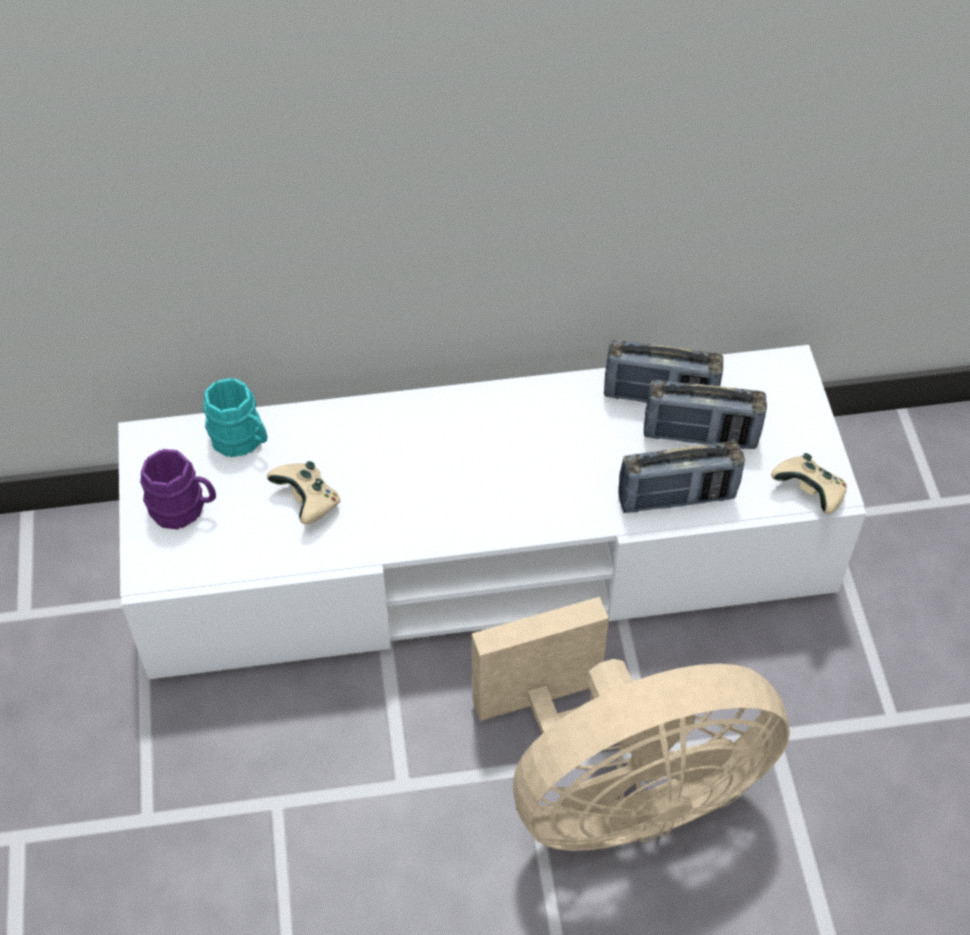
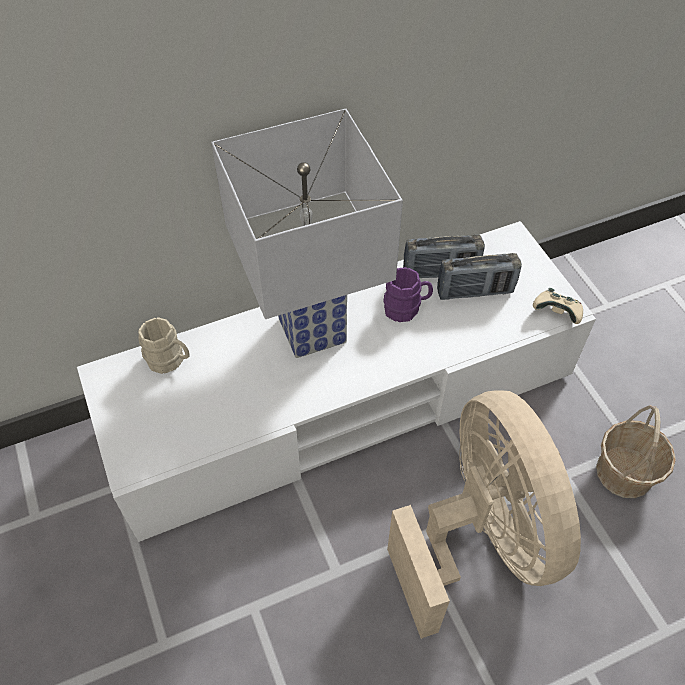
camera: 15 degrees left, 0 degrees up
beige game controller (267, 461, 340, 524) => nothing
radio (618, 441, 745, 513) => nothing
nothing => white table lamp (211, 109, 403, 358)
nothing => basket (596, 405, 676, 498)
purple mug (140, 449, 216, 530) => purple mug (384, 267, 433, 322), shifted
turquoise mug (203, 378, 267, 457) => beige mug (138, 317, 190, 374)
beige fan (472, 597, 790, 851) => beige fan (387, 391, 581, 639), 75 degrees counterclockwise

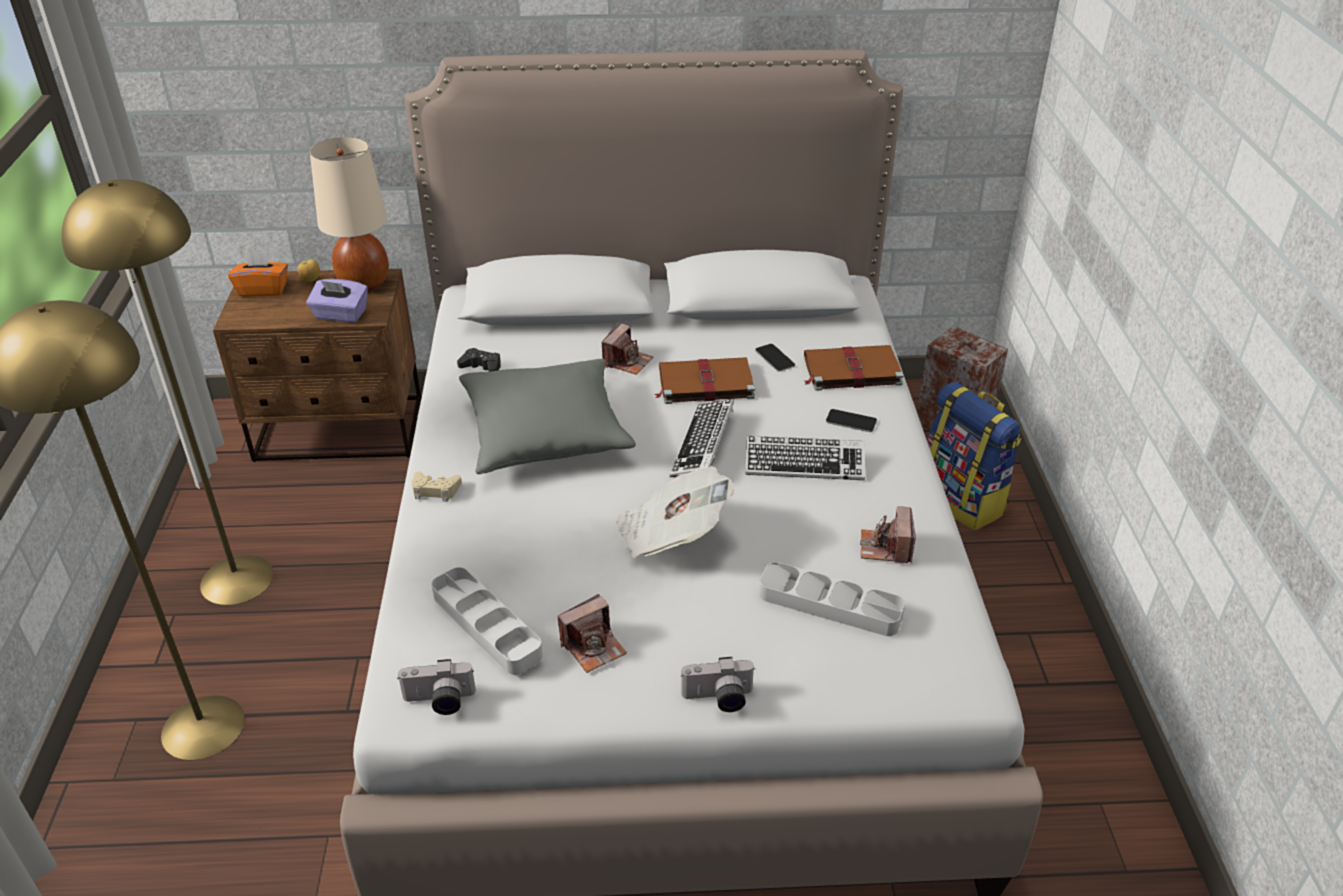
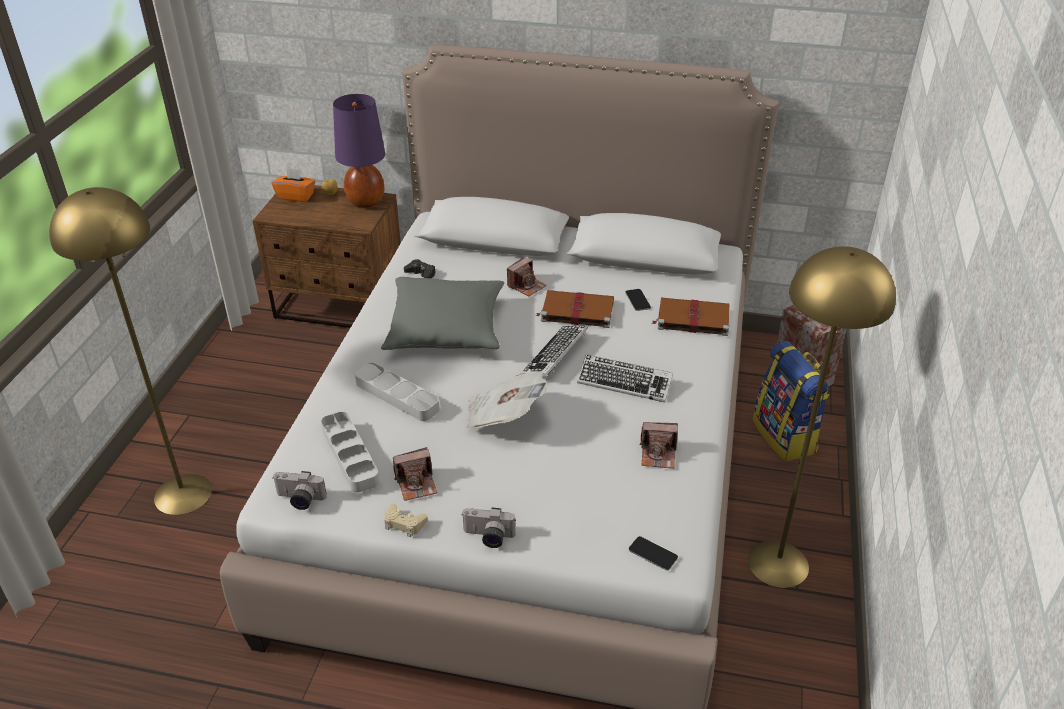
camera: 15 degrees right, 0 degrees up
purple tissue box (306, 279, 368, 323) => nothing
yellow floor lamp (61, 179, 273, 605) => yellow floor lamp (748, 246, 896, 588), shifted
beige game controller (412, 472, 462, 502) => beige game controller (384, 504, 428, 537), shifted
grey tray (759, 562, 905, 636) => grey tray (355, 363, 440, 421), shifted
phone (826, 409, 877, 432) => phone (629, 536, 678, 570), shifted
beige table lamp (310, 137, 389, 291) => purple table lamp (333, 94, 385, 208)
photo camera (860, 506, 916, 563) => photo camera (640, 422, 678, 469), 105 degrees counterclockwise

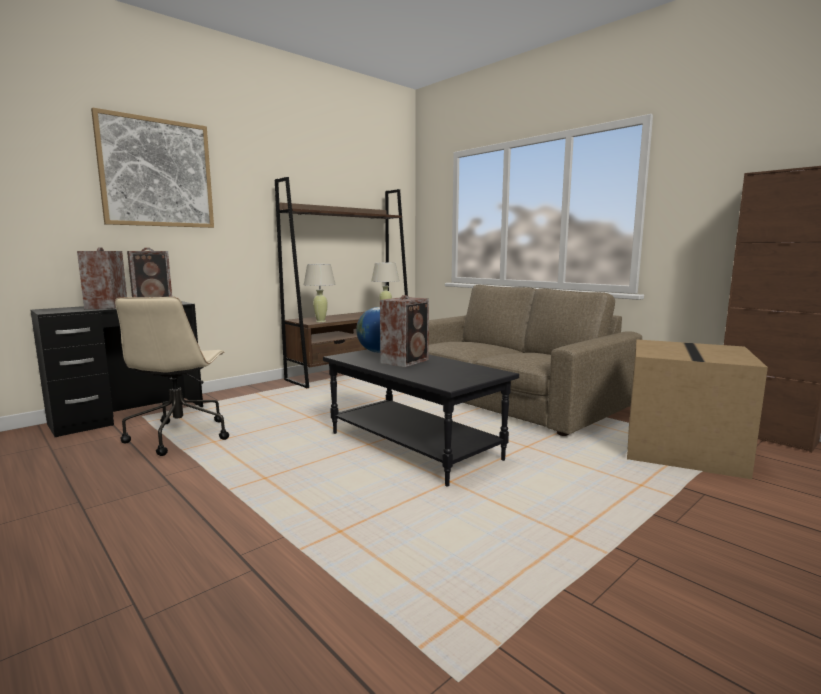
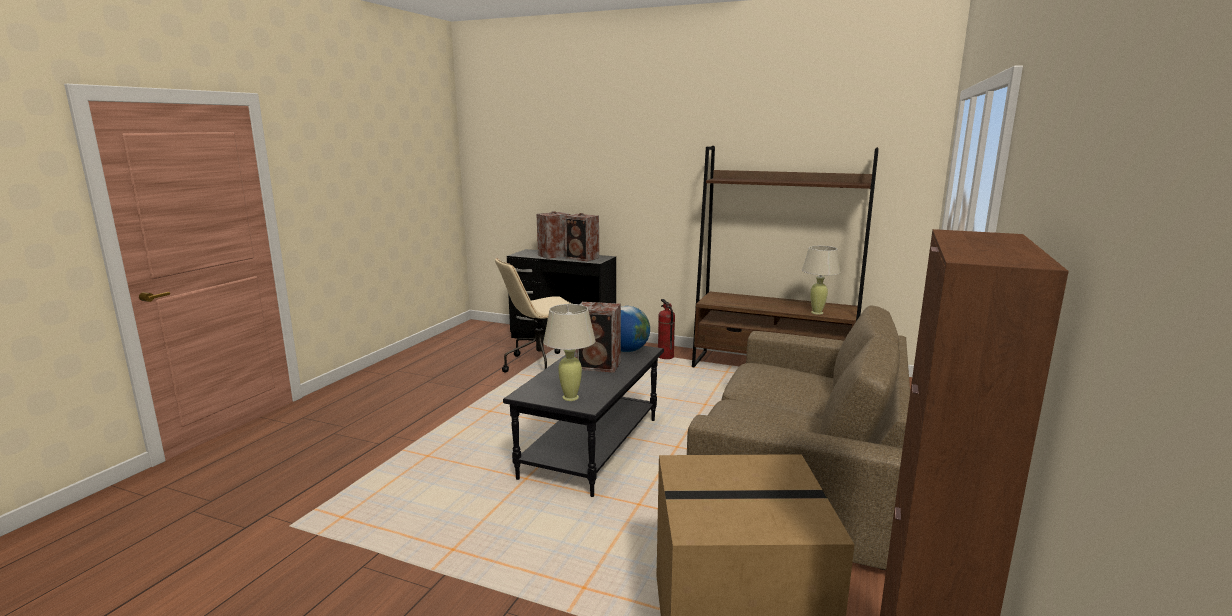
camera: 65 degrees right, 5 degrees up
picture (91, 107, 214, 228) => nothing
nothing => fire extinguisher (658, 299, 675, 359)
beige table lamp (304, 264, 336, 322) => beige table lamp (543, 304, 596, 401), shifted

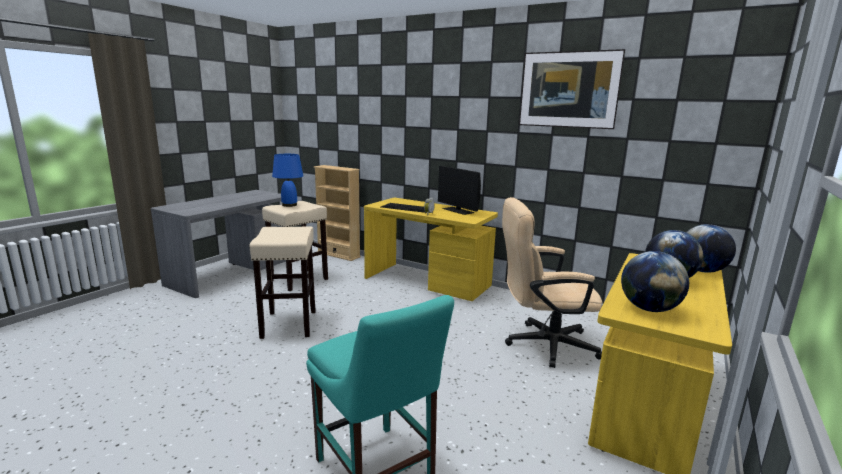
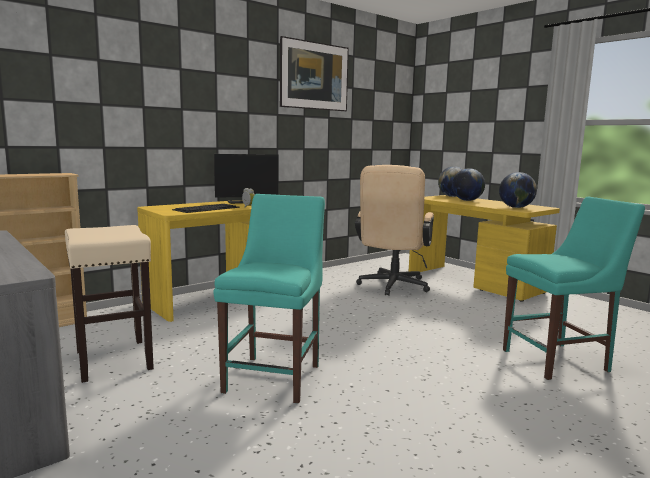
camera: 70 degrees left, 5 degrees down
blue table lamp (272, 154, 303, 207) => nothing
beige stool (249, 226, 316, 339) => turquoise chair (214, 194, 325, 404)

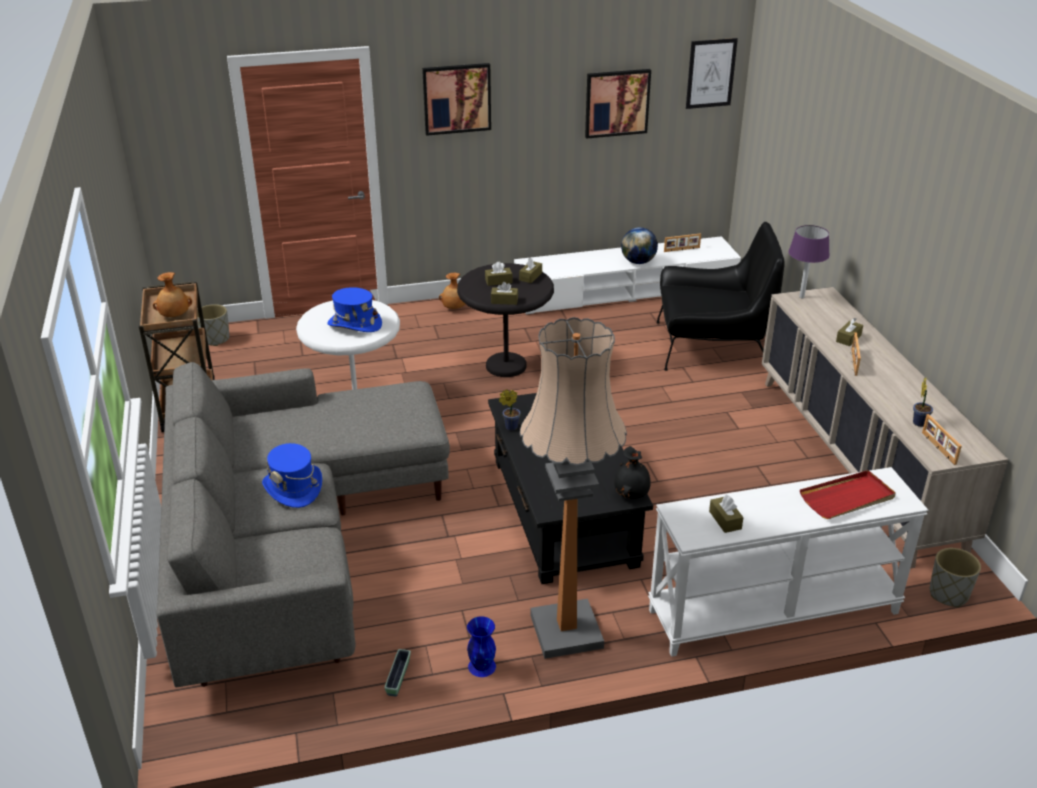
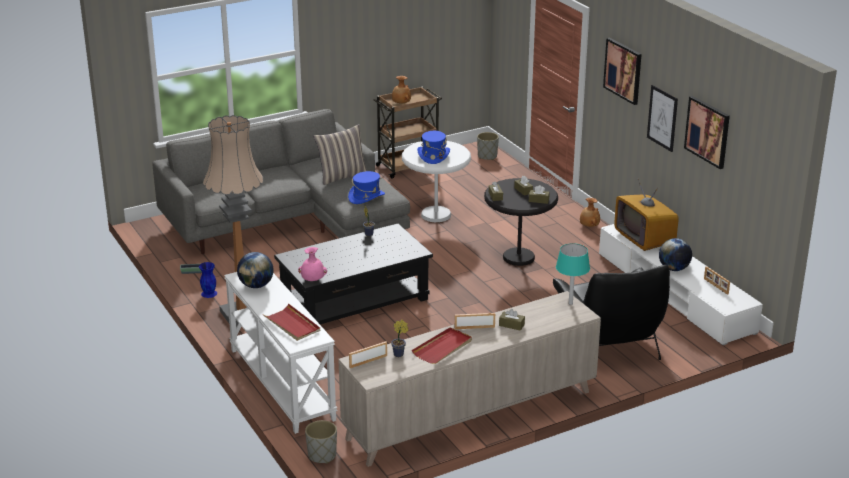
camera: 75 degrees right, 5 degrees down
nothing => pillow (313, 124, 367, 185)
nothing => red tray (412, 327, 472, 364)
nothing => television (614, 179, 679, 251)
blue hat (262, 443, 322, 508) => blue hat (348, 171, 385, 204), shifted
picture (686, 38, 738, 109) => picture (647, 85, 678, 152), shifted
brown tissue box (709, 494, 744, 533) => globe (237, 252, 274, 288)
black vase (614, 446, 651, 498) => pink vase (298, 247, 327, 281)
purple table lamp (788, 225, 830, 298) => turquoise table lamp (556, 243, 590, 305)

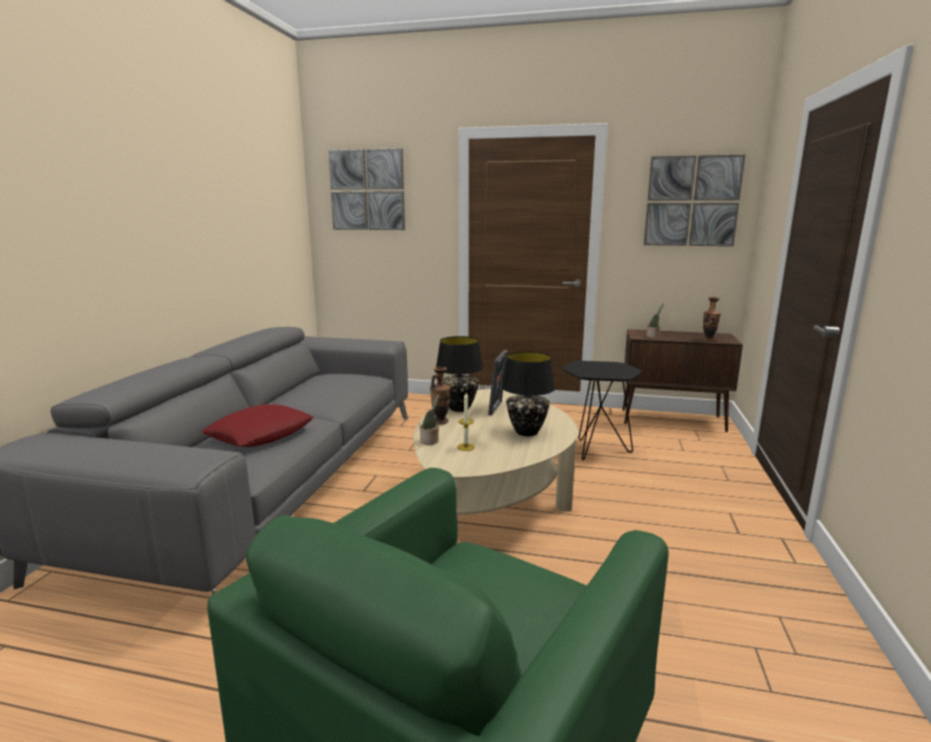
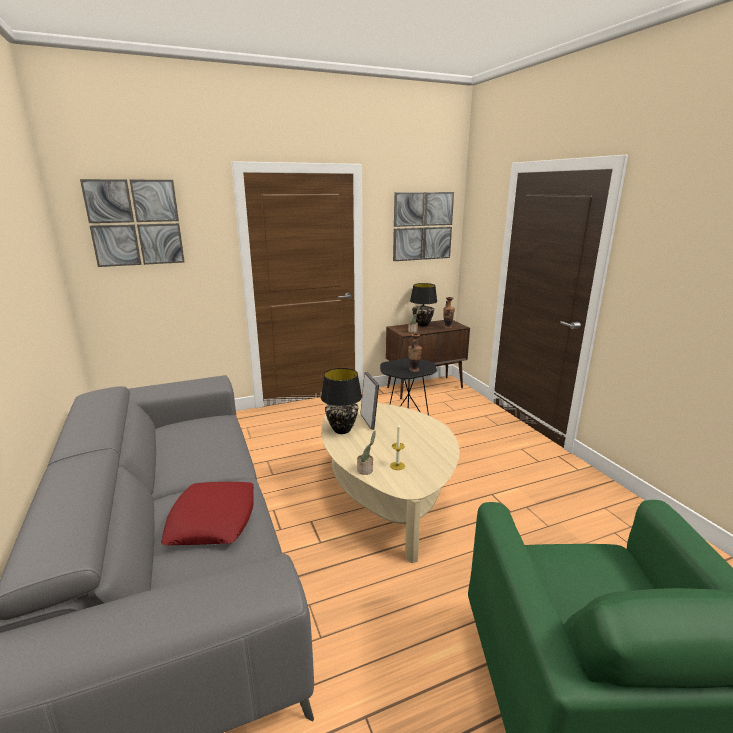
camera: 35 degrees left, 5 degrees up
vase (430, 367, 451, 425) => vase (408, 334, 422, 372), shifted
black table lamp (502, 351, 555, 436) => black table lamp (410, 283, 437, 327), shifted

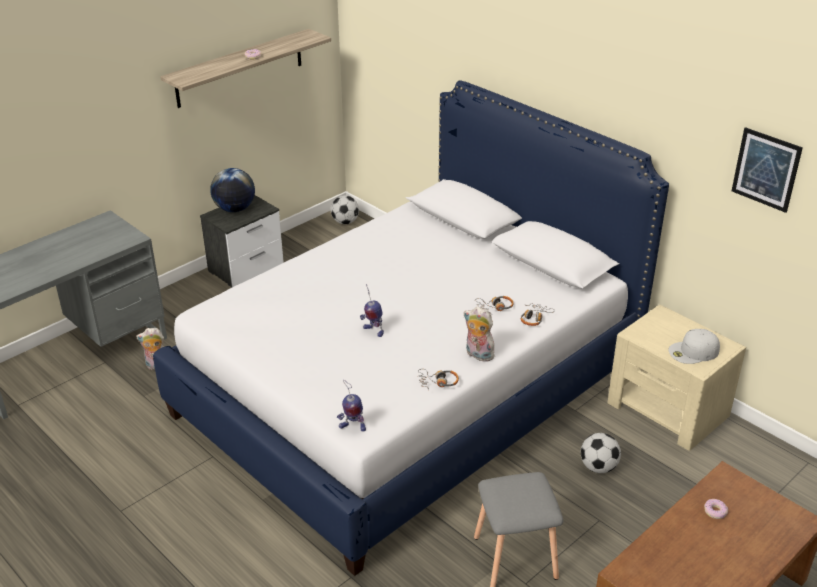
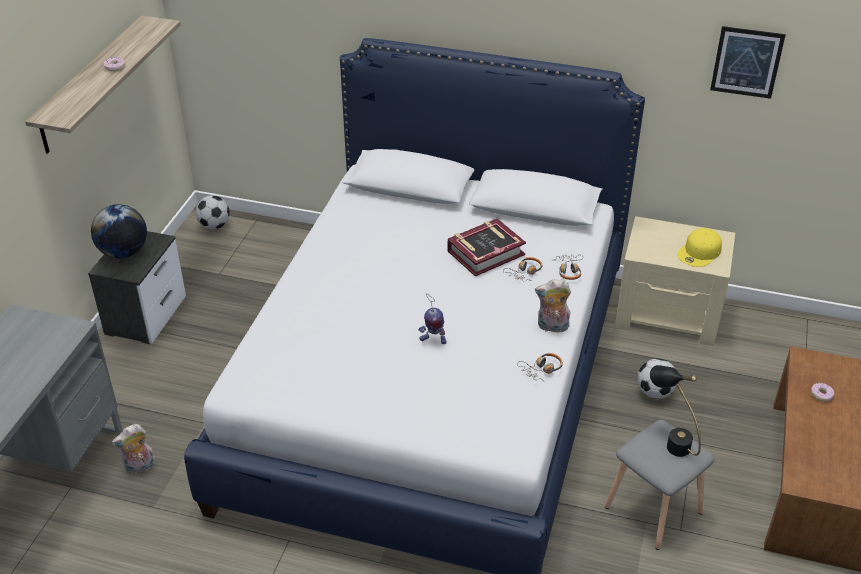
camera: 30 degrees left, 5 degrees up
toy robot (337, 380, 366, 432) => nothing
nothing => book (448, 219, 526, 276)
nothing => black table lamp (650, 365, 701, 457)
white cap (669, 329, 720, 364) => yellow cap (677, 228, 722, 267)

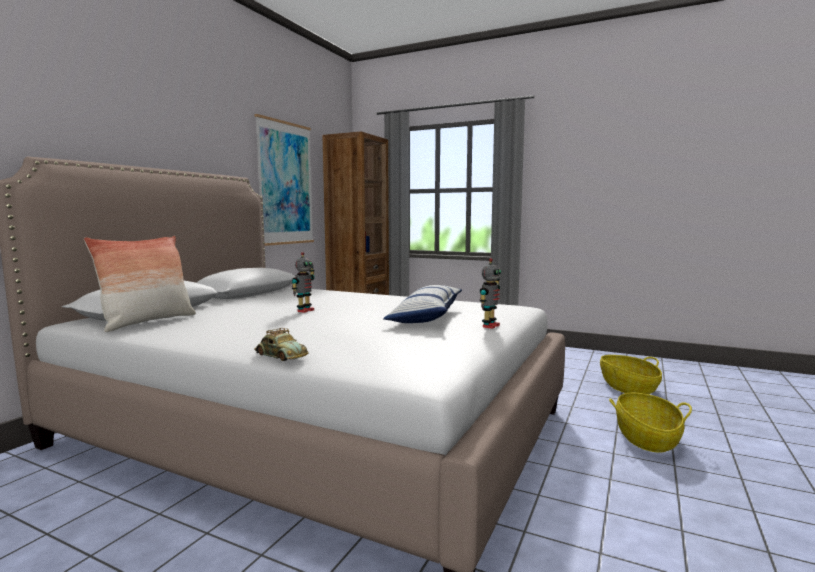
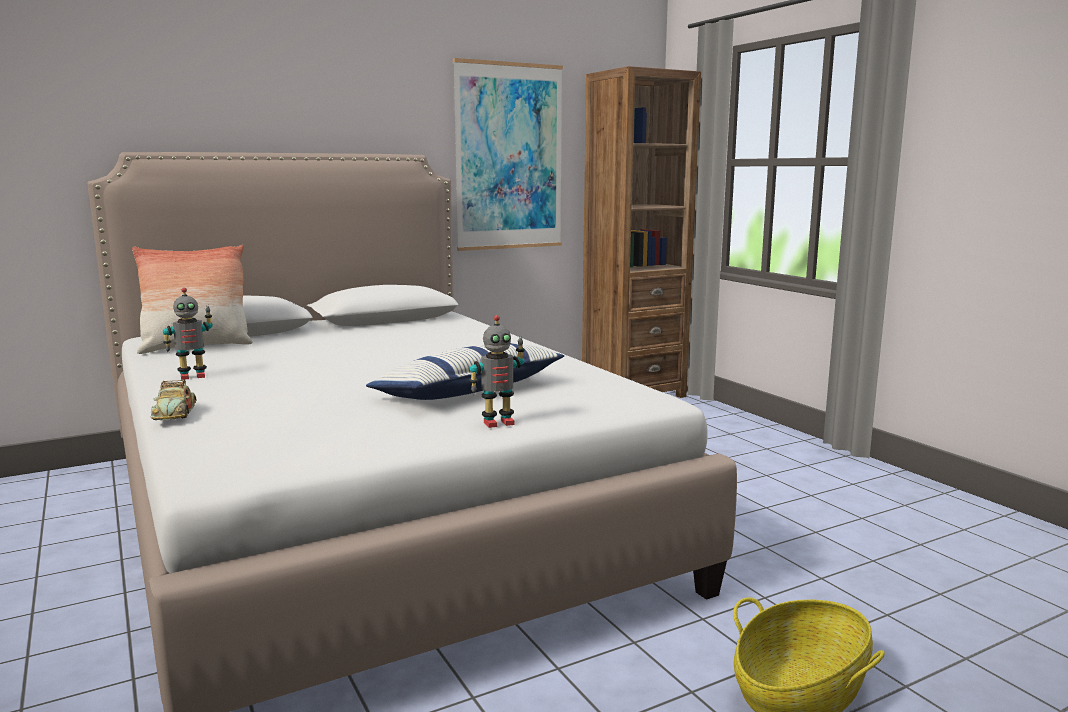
camera: 35 degrees right, 5 degrees up
basket (600, 355, 662, 394) => nothing
toy robot (292, 252, 315, 313) => toy robot (163, 288, 213, 380), shifted

